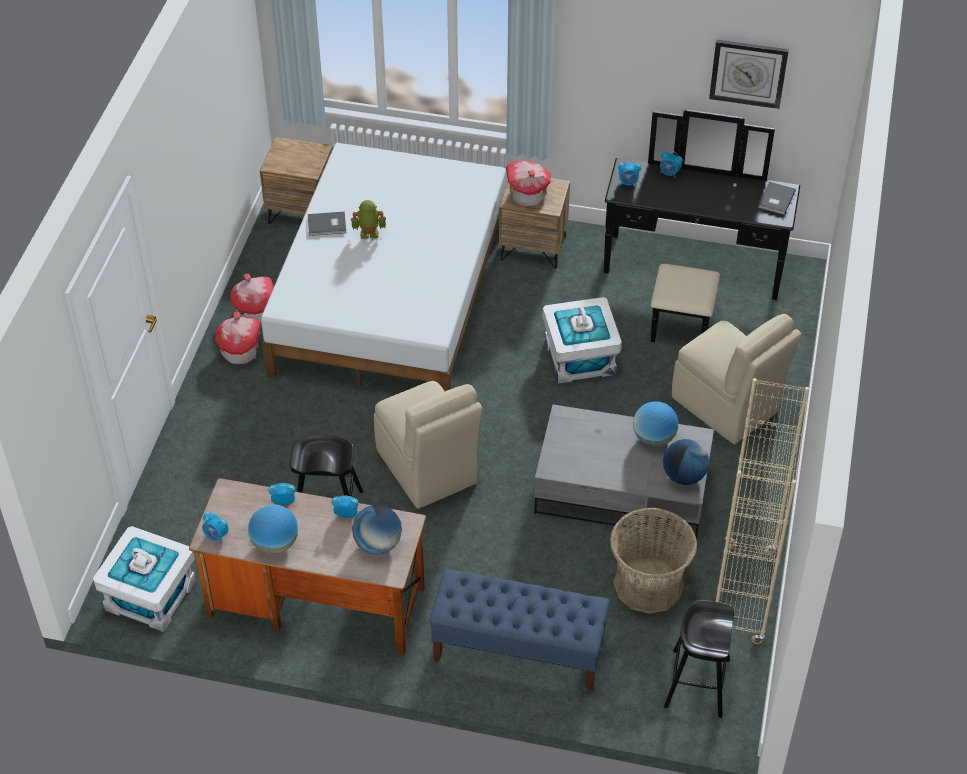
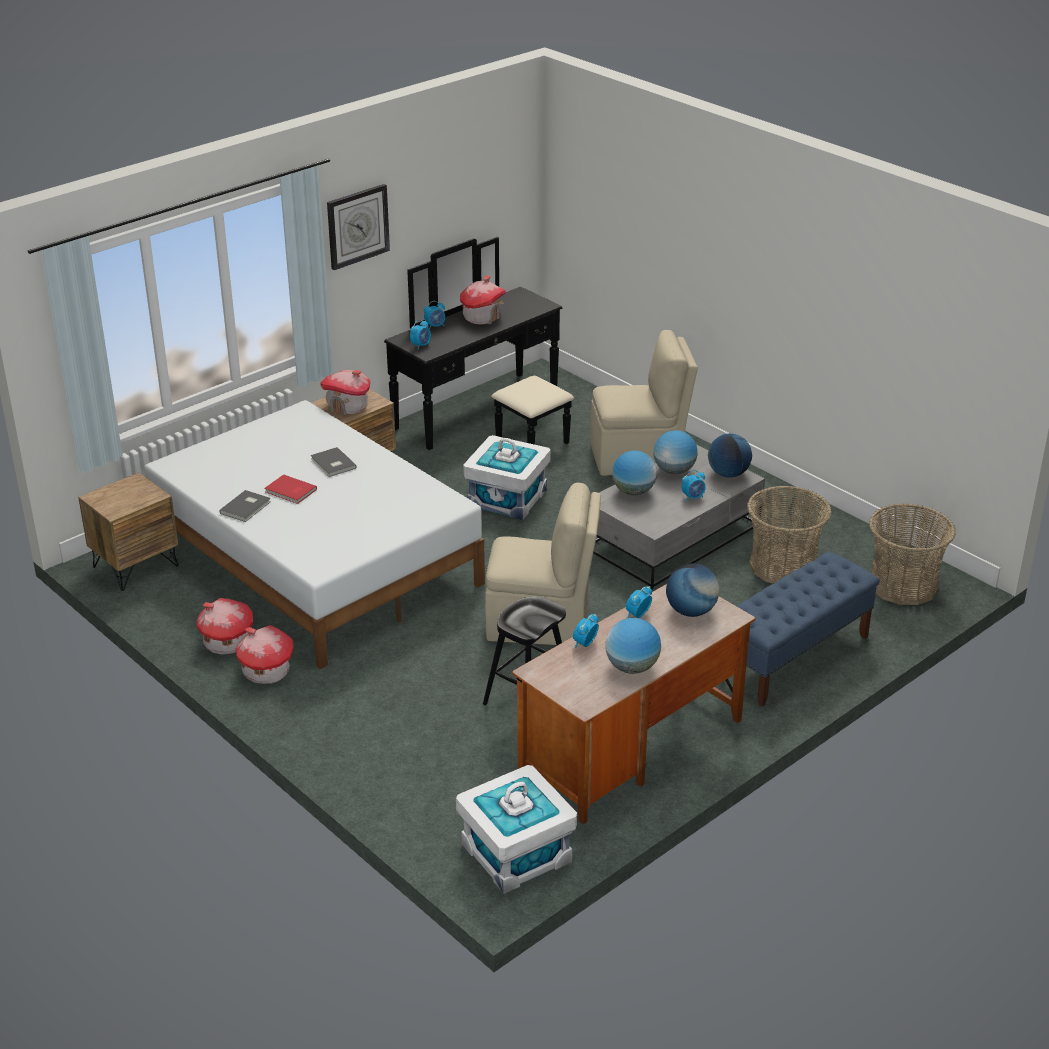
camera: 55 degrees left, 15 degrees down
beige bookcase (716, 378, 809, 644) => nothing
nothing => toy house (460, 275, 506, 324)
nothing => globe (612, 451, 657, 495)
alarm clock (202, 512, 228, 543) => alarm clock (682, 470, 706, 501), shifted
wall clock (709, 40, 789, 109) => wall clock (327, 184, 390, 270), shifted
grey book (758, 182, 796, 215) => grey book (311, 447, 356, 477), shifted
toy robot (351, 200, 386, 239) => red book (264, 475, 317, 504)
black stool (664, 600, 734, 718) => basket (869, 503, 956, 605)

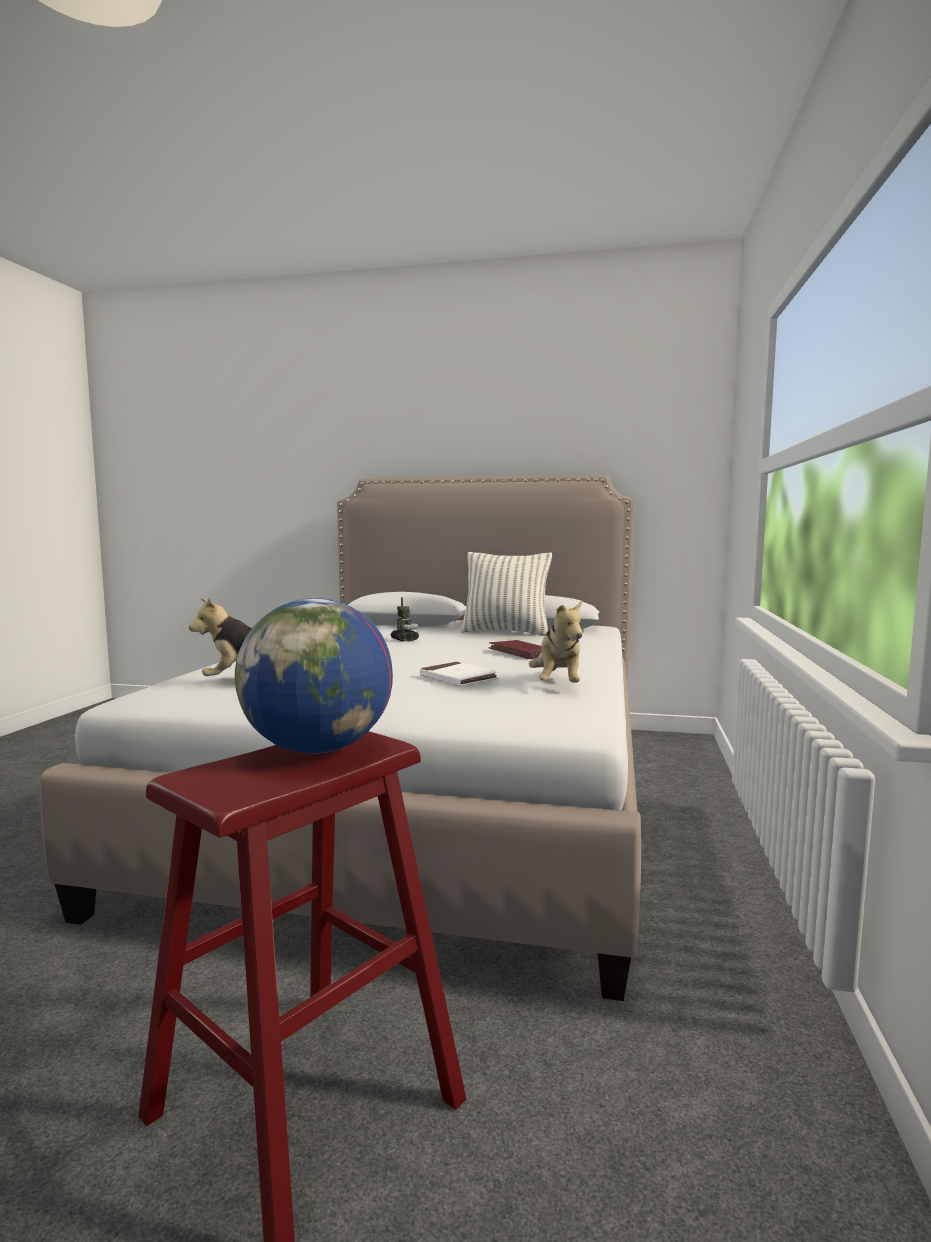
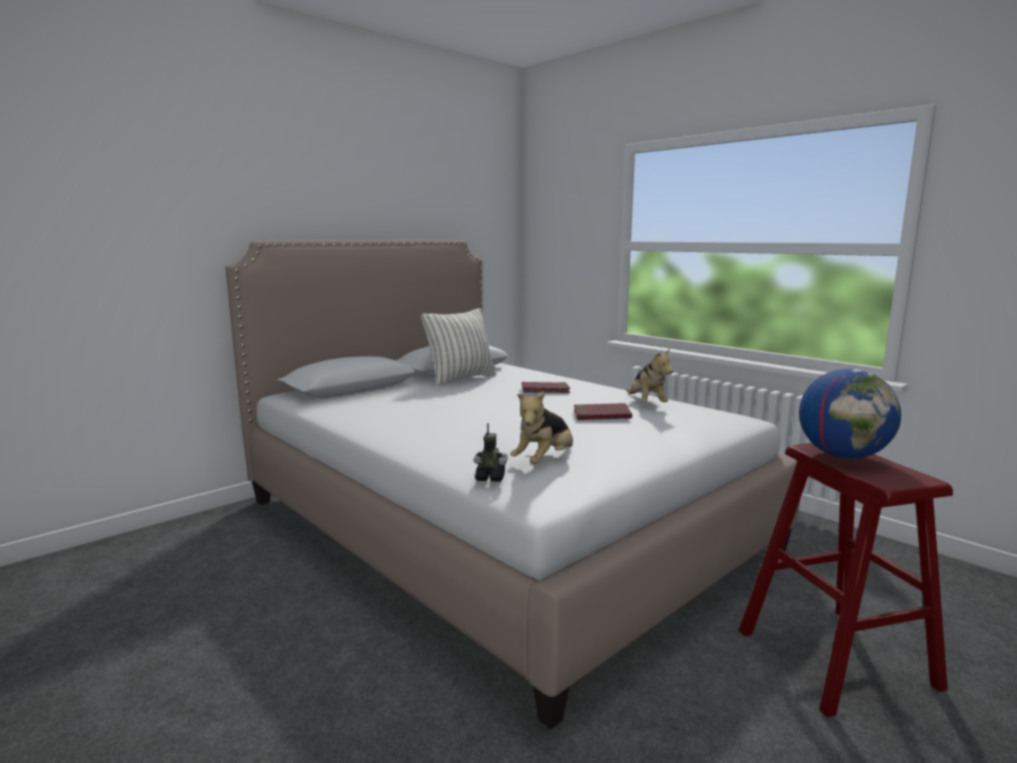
camera: 55 degrees left, 5 degrees up
toy robot (391, 597, 419, 642) => toy robot (474, 423, 508, 482), shifted
white book (420, 662, 499, 686) => red book (574, 403, 632, 420)
plush toy (529, 601, 583, 682) => plush toy (626, 348, 673, 402), 45 degrees clockwise

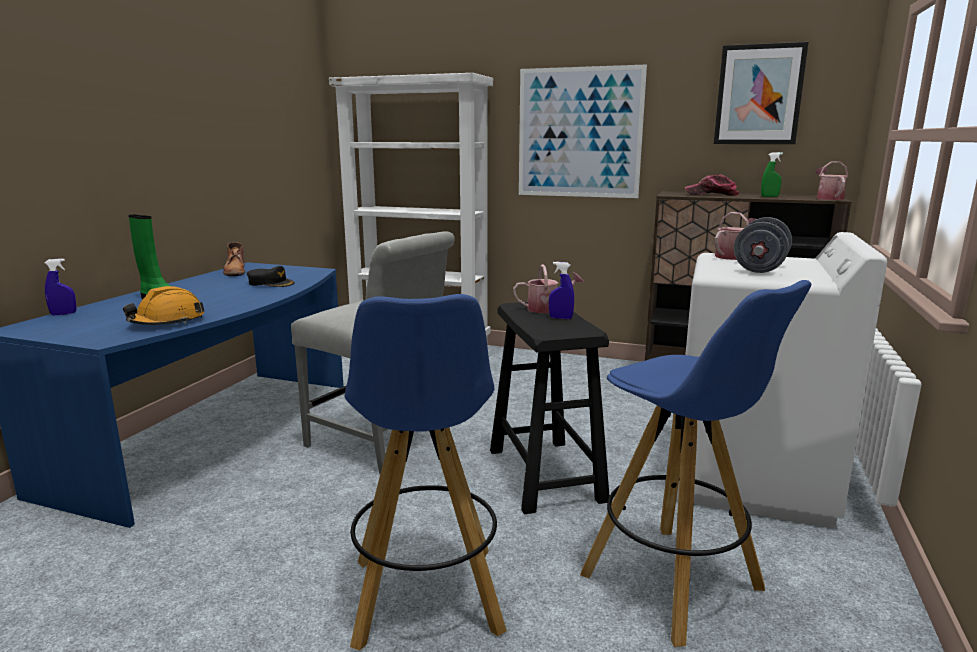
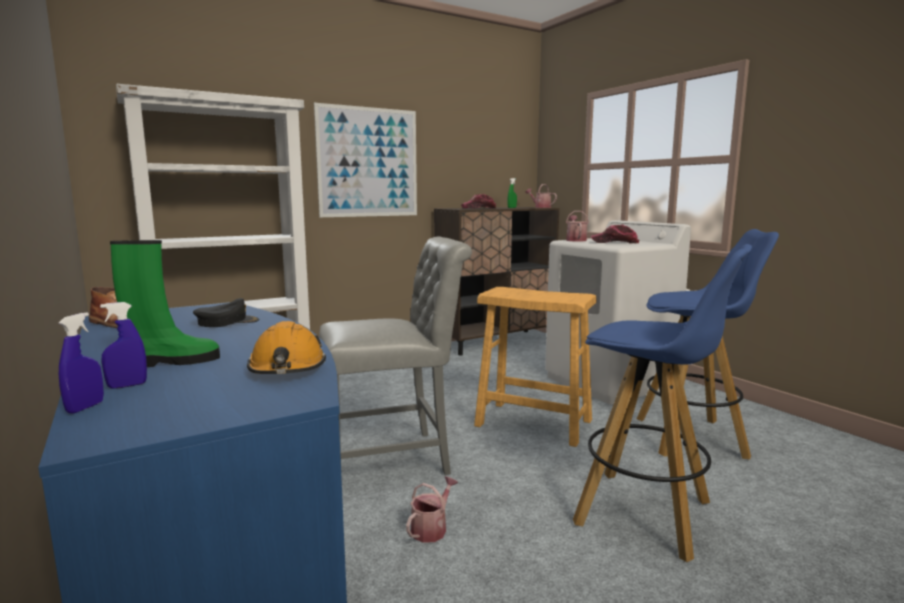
camera: 50 degrees left, 5 degrees down
picture (714, 42, 808, 144) => nothing
watering can (513, 265, 584, 313) => watering can (406, 476, 458, 543), shifted
blue spray bottle (549, 262, 574, 319) => blue spray bottle (100, 302, 147, 389), shifted
grey dumbbell (734, 217, 792, 273) => cap (591, 224, 639, 243)
black stool (490, 302, 609, 514) => beige stool (474, 287, 597, 447)

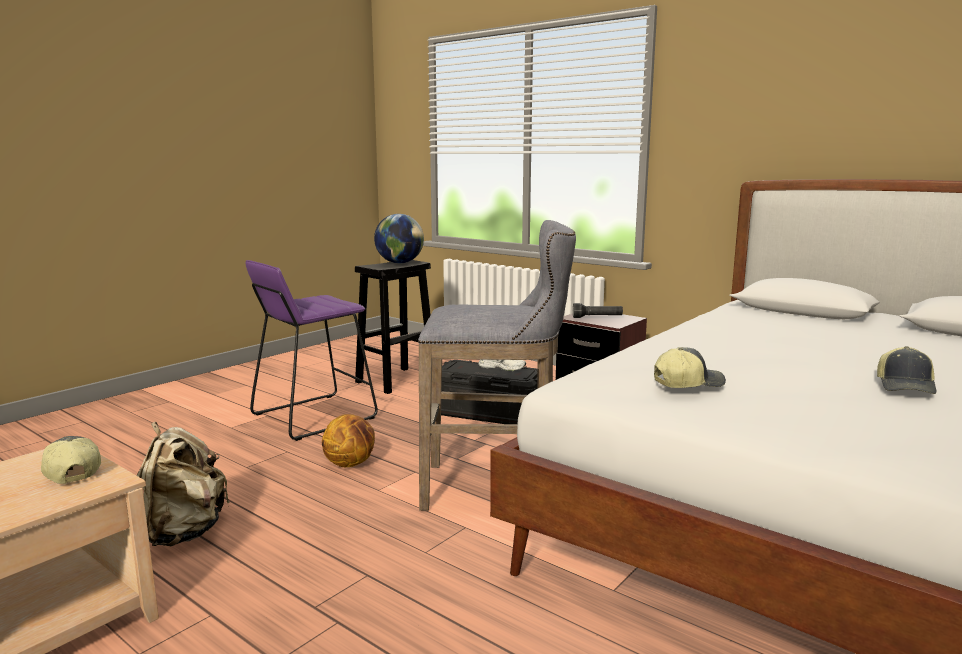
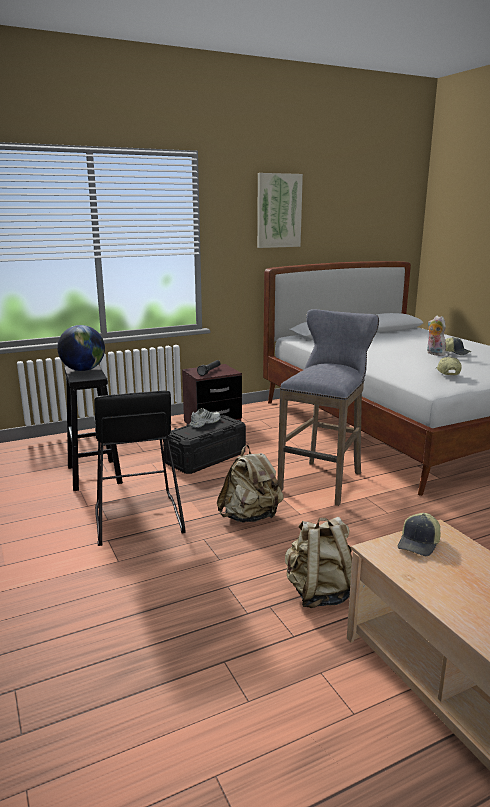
camera: 65 degrees left, 5 degrees up
nothing => picture (257, 173, 303, 248)
nothing => plush toy (427, 316, 448, 356)
basketball (322, 414, 375, 467) => beige backpack (217, 445, 284, 523)
purple stool (245, 260, 378, 441) => black stool (94, 390, 185, 546)
cap (41, 436, 101, 484) => cap (397, 513, 441, 556), 45 degrees counterclockwise

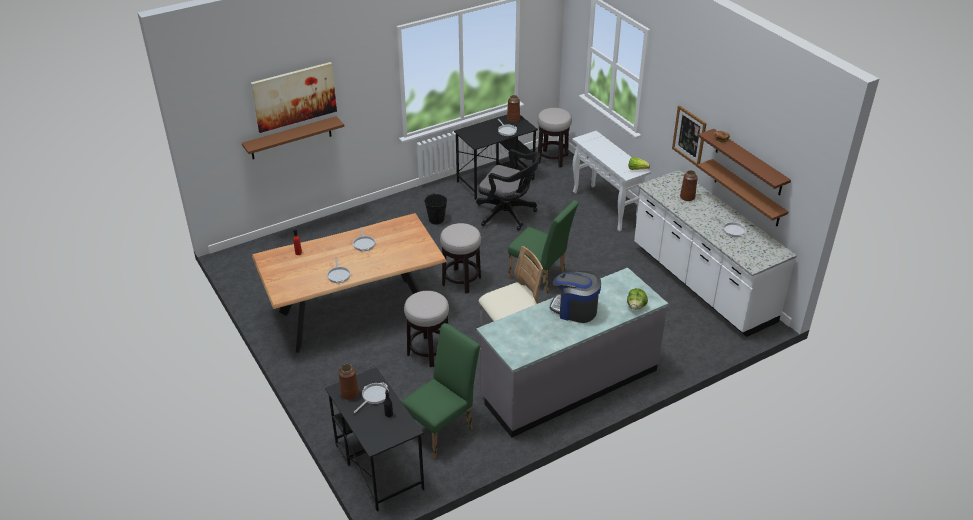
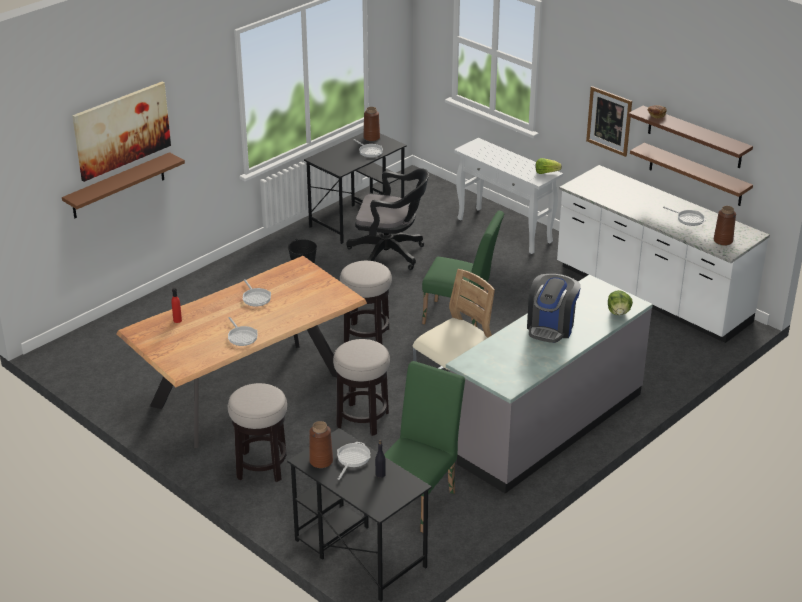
camera: 15 degrees left, 5 degrees down
stool (537, 108, 572, 168) => stool (228, 383, 287, 482), shifted
brown vase (680, 170, 698, 201) => brown vase (714, 206, 736, 245), shifted
coffee machine (550, 271, 601, 323) => coffee machine (527, 274, 581, 343), 75 degrees counterclockwise

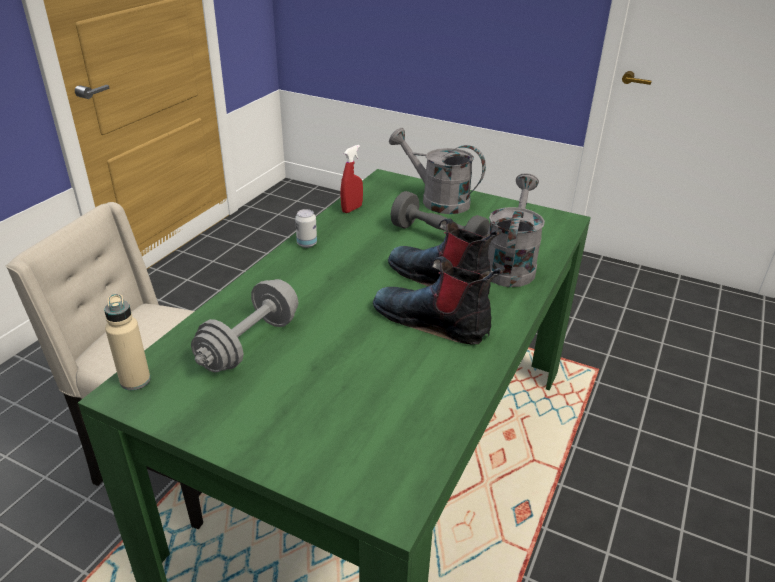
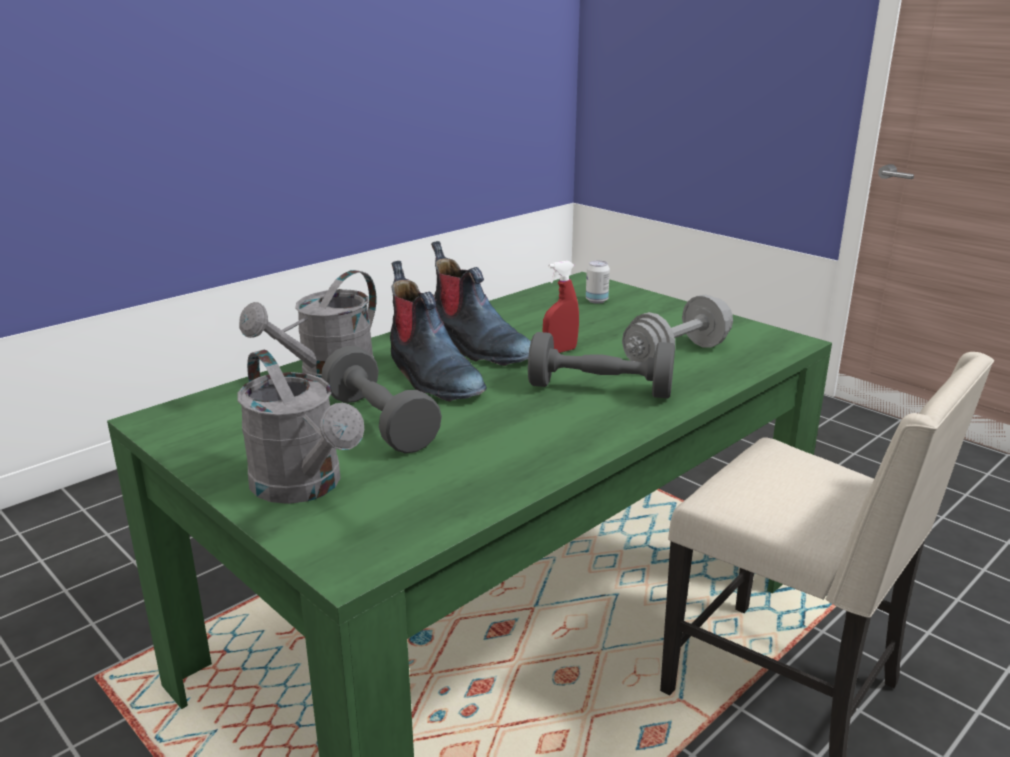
camera: 160 degrees left, 10 degrees down
beige bottle (104, 294, 151, 390) => nothing
nothing => grey dumbbell (528, 332, 675, 399)
can (295, 209, 317, 248) => can (586, 260, 610, 304), shifted
red spray bottle (341, 145, 363, 213) => red spray bottle (543, 261, 579, 353), shifted

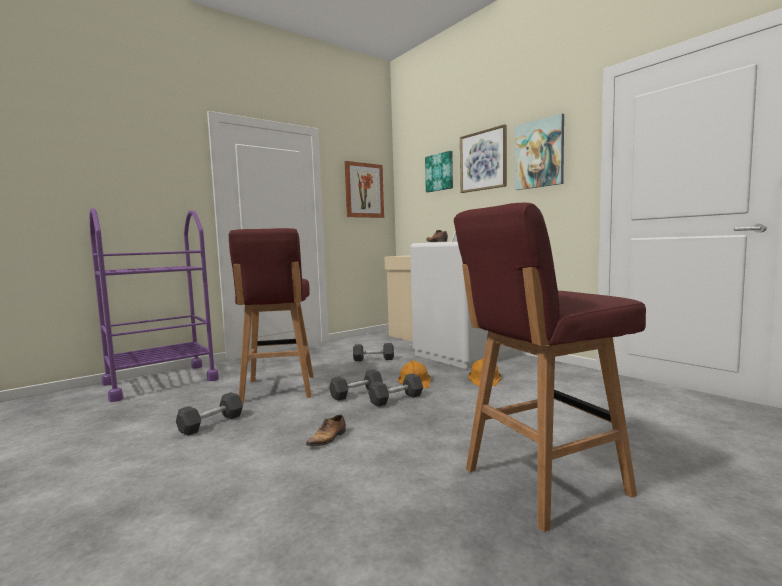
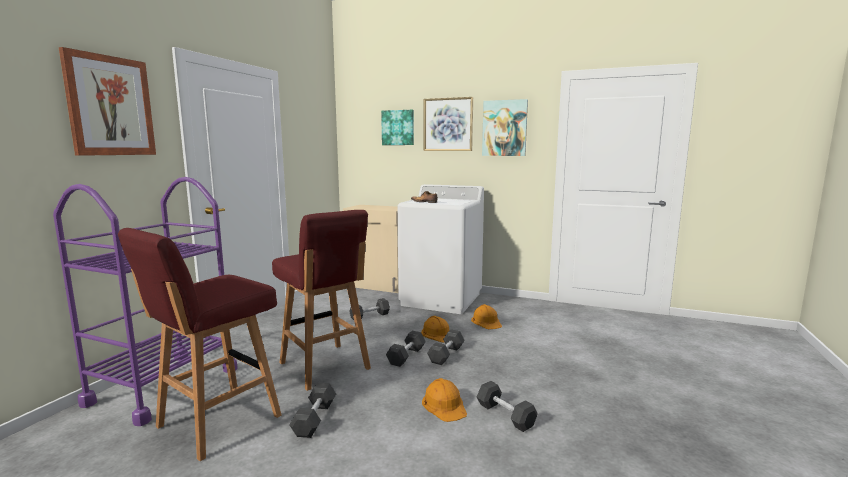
camera: 30 degrees left, 5 degrees up
nothing => grey dumbbell (477, 381, 538, 432)
picture (344, 161, 384, 218) => picture (59, 47, 156, 156), shifted
red stool (454, 203, 646, 532) => red stool (118, 228, 282, 461), shifted
shoe (306, 414, 346, 446) => orange hard hat (422, 378, 467, 422)

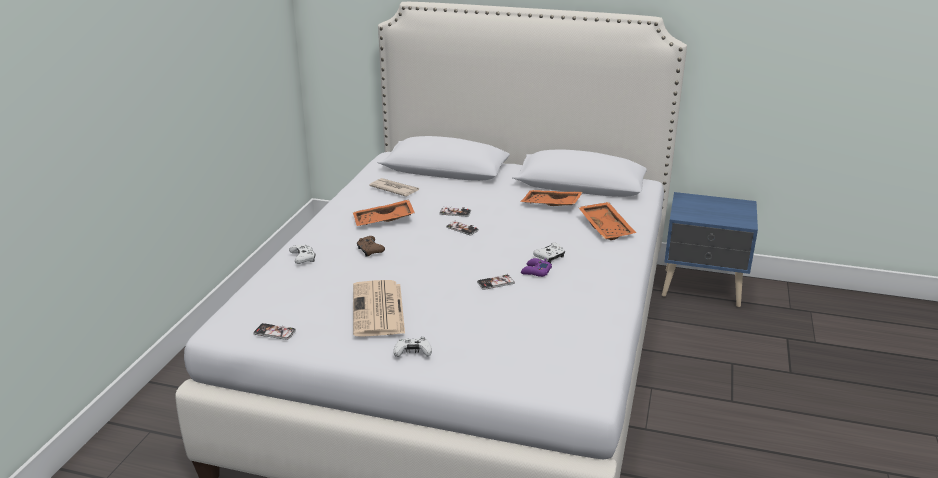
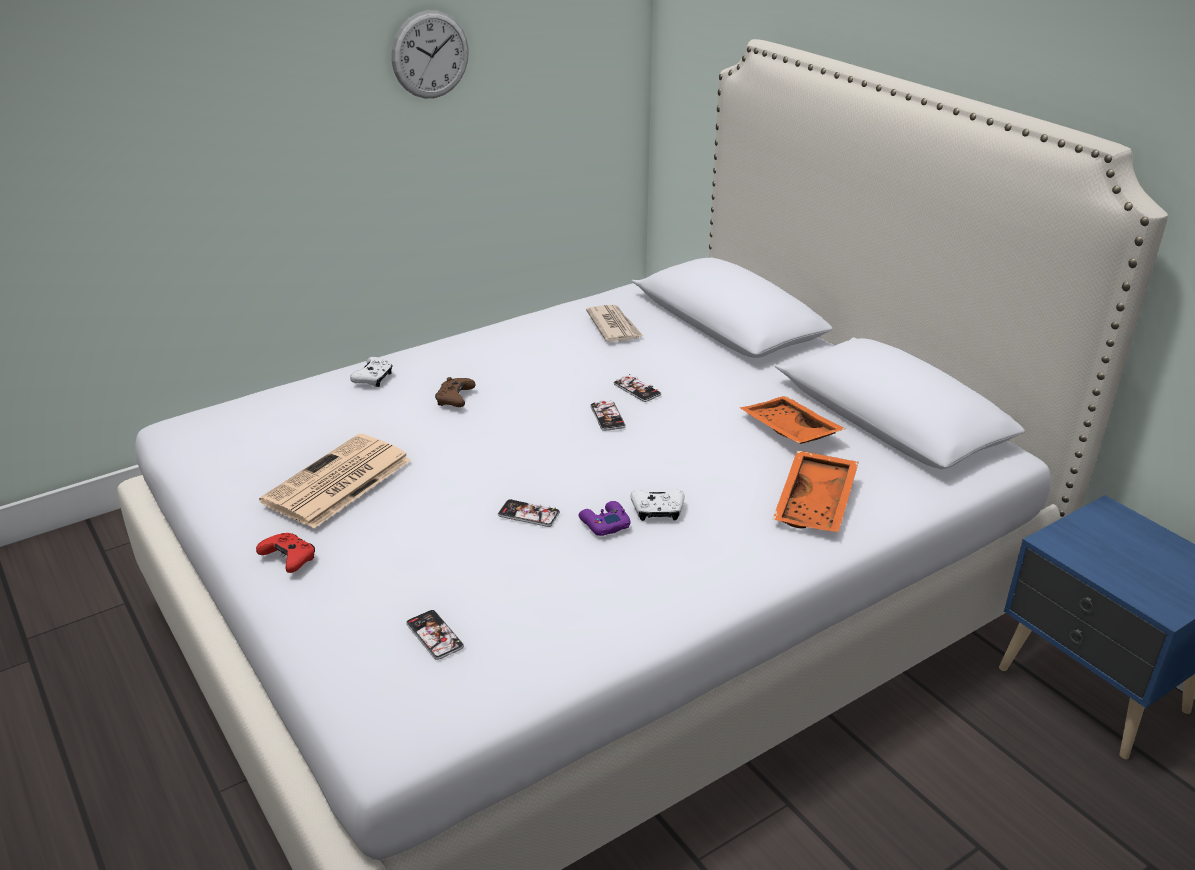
camera: 40 degrees right, 5 degrees up
orange tray (353, 200, 415, 226) => nothing
nothing => wall clock (391, 10, 469, 98)
phone (253, 323, 296, 340) => phone (406, 610, 464, 660), shifted
white game controller (393, 337, 432, 357) => red game controller (256, 533, 315, 573)

